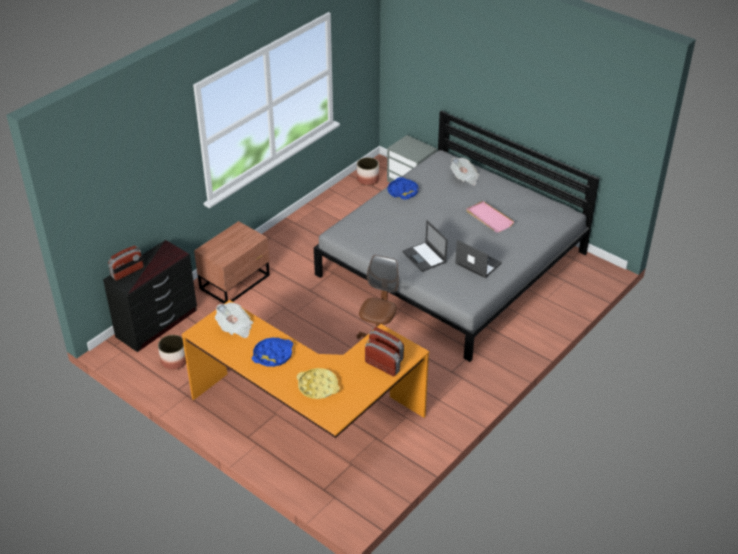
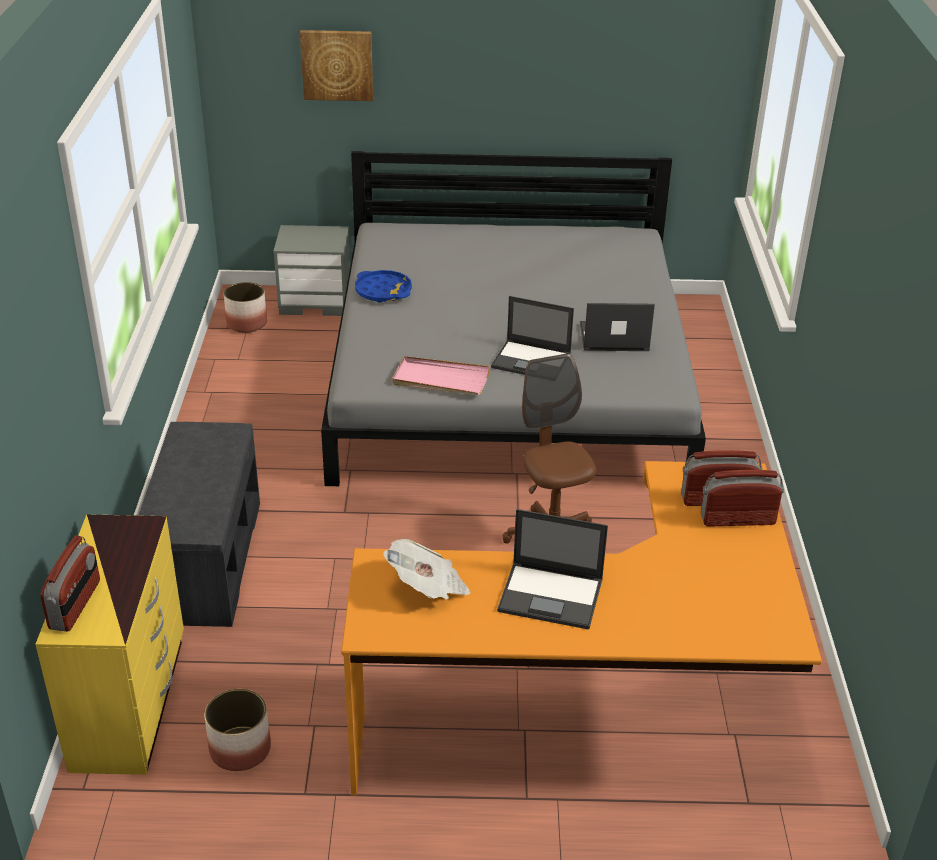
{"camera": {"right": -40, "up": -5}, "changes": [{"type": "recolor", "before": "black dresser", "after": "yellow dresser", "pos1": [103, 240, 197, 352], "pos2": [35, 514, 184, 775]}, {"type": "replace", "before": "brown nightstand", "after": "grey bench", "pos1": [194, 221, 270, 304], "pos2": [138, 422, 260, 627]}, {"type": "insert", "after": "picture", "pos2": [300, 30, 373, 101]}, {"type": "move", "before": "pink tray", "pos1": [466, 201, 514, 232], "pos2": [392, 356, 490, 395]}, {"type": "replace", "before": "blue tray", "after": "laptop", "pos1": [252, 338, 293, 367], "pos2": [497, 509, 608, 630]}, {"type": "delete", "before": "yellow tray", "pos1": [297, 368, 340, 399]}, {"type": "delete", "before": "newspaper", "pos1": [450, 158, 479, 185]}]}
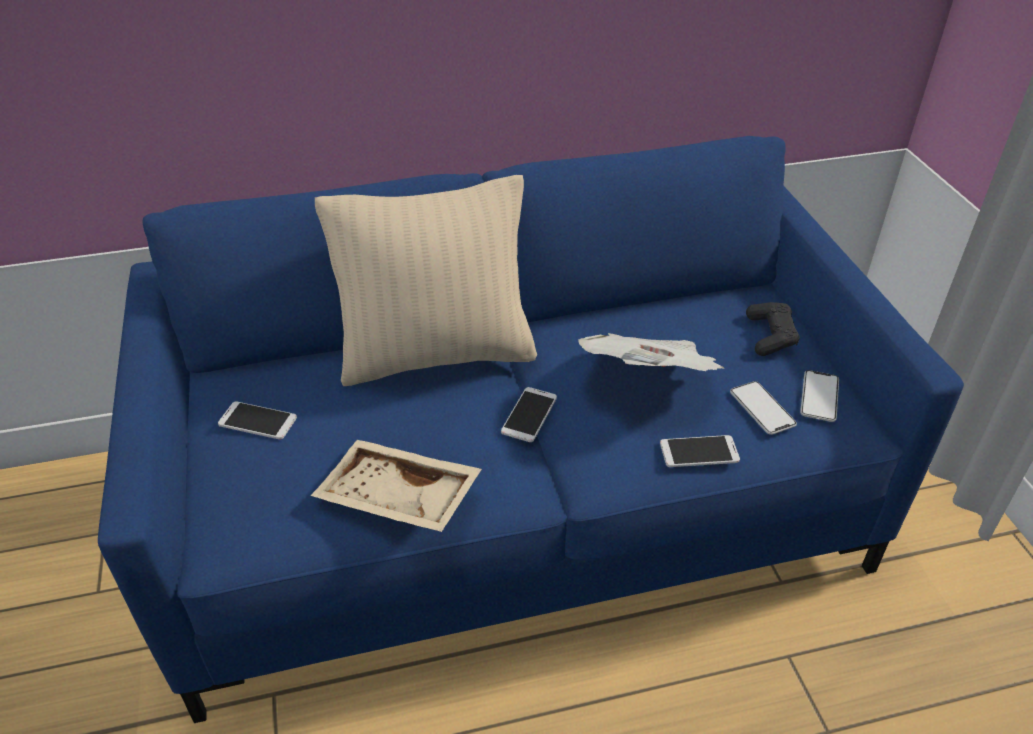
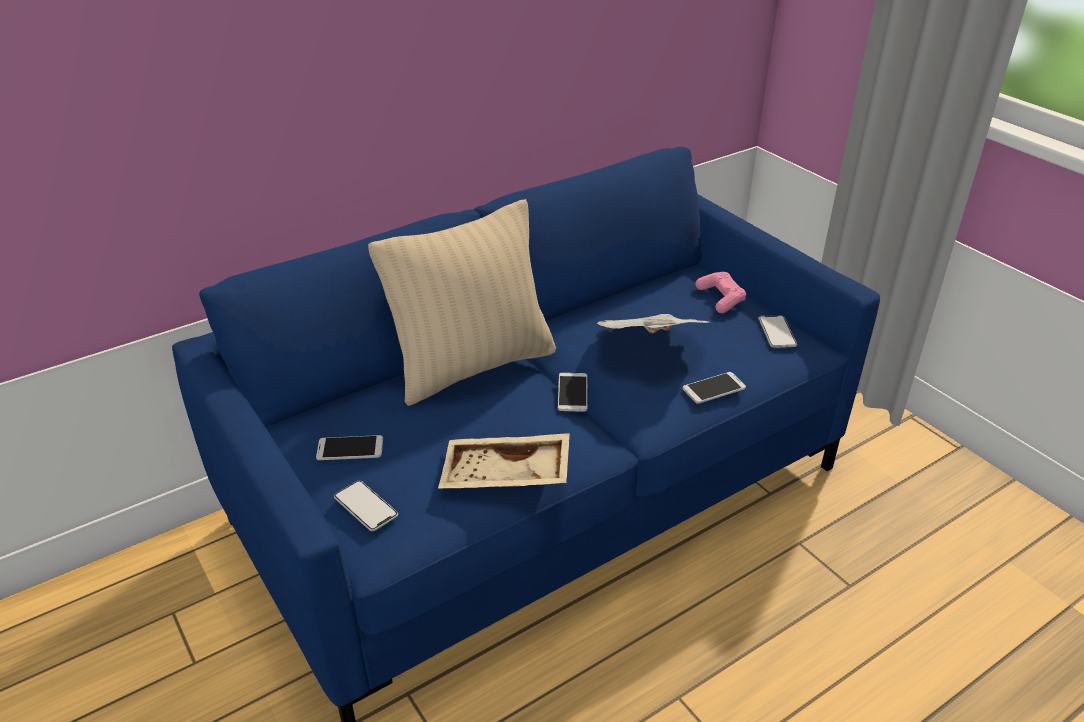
{"camera": {"right": -20, "up": -5}, "changes": [{"type": "move", "before": "phone", "pos1": [730, 381, 797, 435], "pos2": [334, 481, 398, 531]}, {"type": "recolor", "before": "black game controller", "after": "pink game controller", "pos1": [746, 302, 800, 356], "pos2": [695, 272, 746, 313]}]}
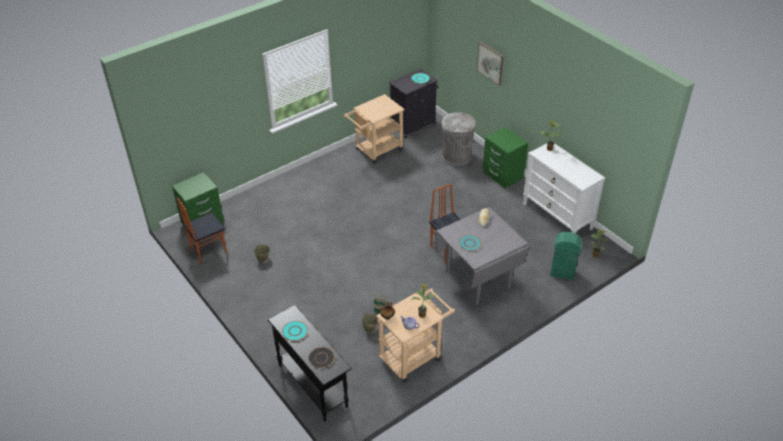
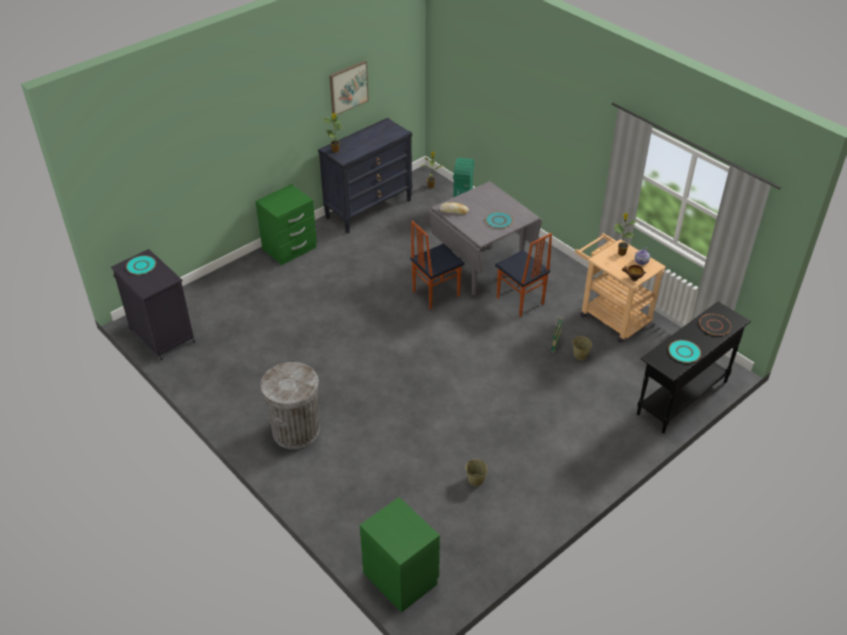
{"camera": {"right": -95, "up": 0}, "changes": [{"type": "move", "before": "grey trash can", "pos1": [441, 112, 476, 166], "pos2": [261, 362, 320, 449]}, {"type": "recolor", "before": "white dresser", "after": "black dresser", "pos1": [523, 143, 605, 233], "pos2": [318, 118, 413, 234]}, {"type": "move", "before": "picture", "pos1": [477, 42, 504, 86], "pos2": [329, 61, 369, 115]}, {"type": "move", "before": "chair", "pos1": [177, 198, 227, 264], "pos2": [495, 233, 552, 317]}, {"type": "delete", "before": "beige cart", "pos1": [344, 94, 405, 163]}]}
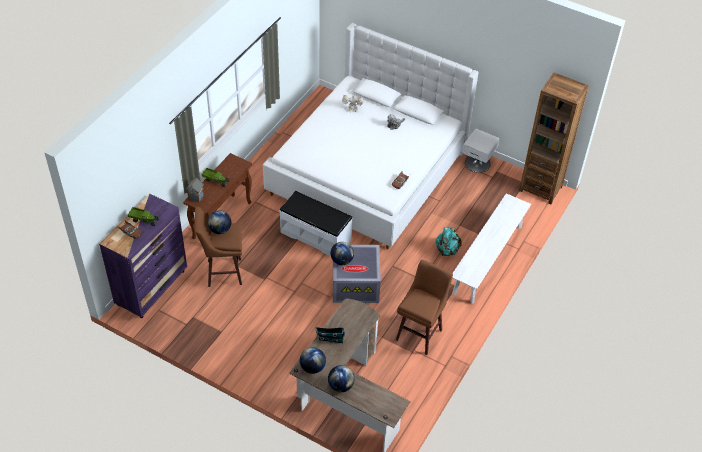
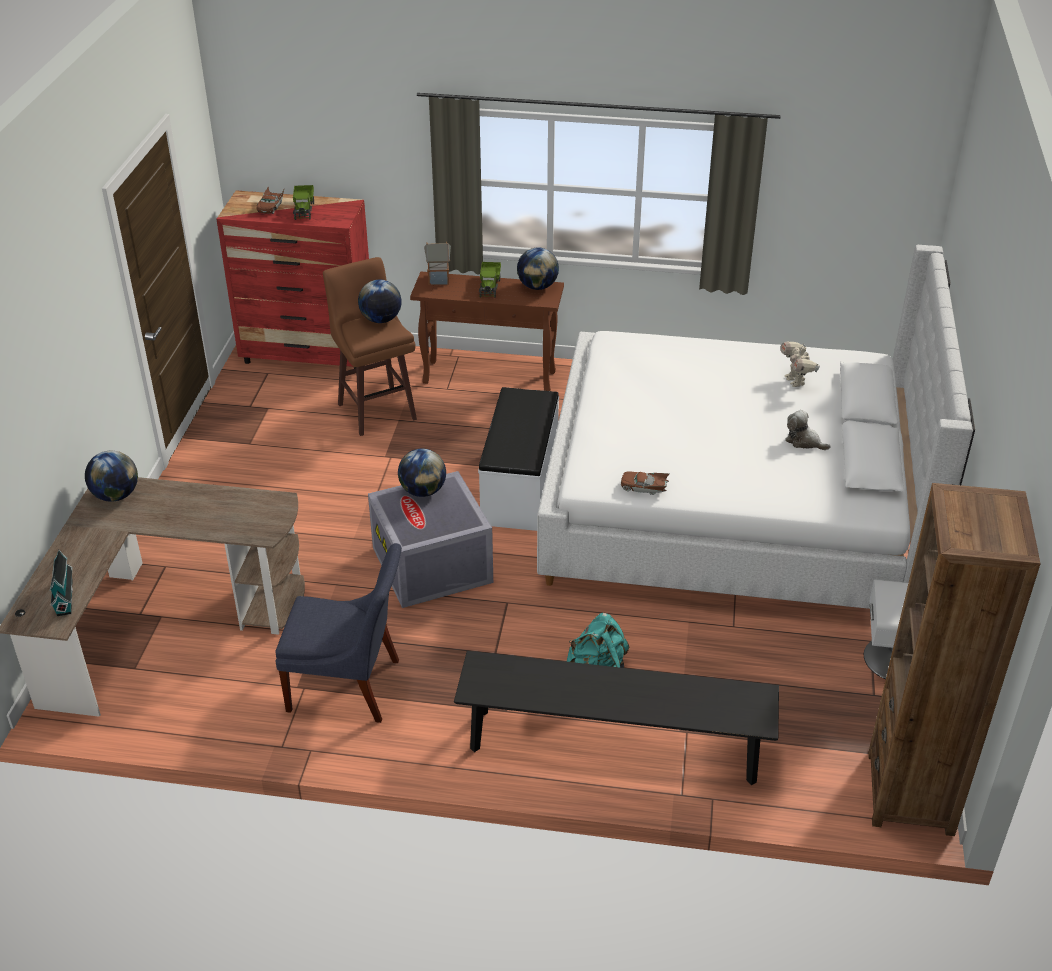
{"camera": {"right": 70, "up": -10}, "changes": [{"type": "move", "before": "toy house", "pos1": [316, 327, 345, 343], "pos2": [50, 550, 73, 616]}, {"type": "recolor", "before": "purple dresser", "after": "red dresser", "pos1": [99, 193, 187, 318], "pos2": [216, 191, 369, 369]}, {"type": "replace", "before": "brown stool", "after": "blue chair", "pos1": [396, 260, 453, 355], "pos2": [275, 543, 402, 723]}, {"type": "recolor", "before": "white bench", "after": "black bench", "pos1": [452, 193, 531, 304], "pos2": [454, 651, 779, 785]}, {"type": "move", "before": "globe", "pos1": [328, 365, 355, 392], "pos2": [517, 248, 559, 290]}]}
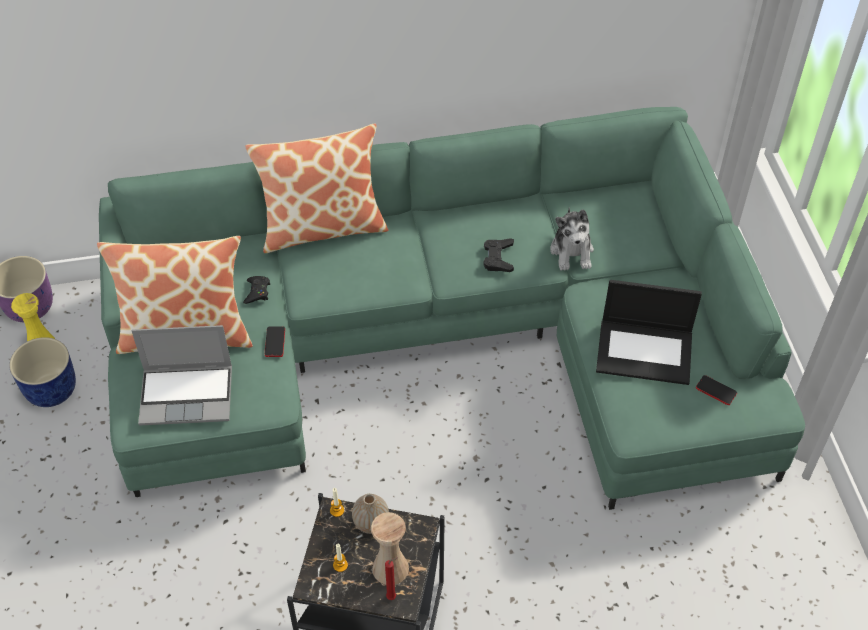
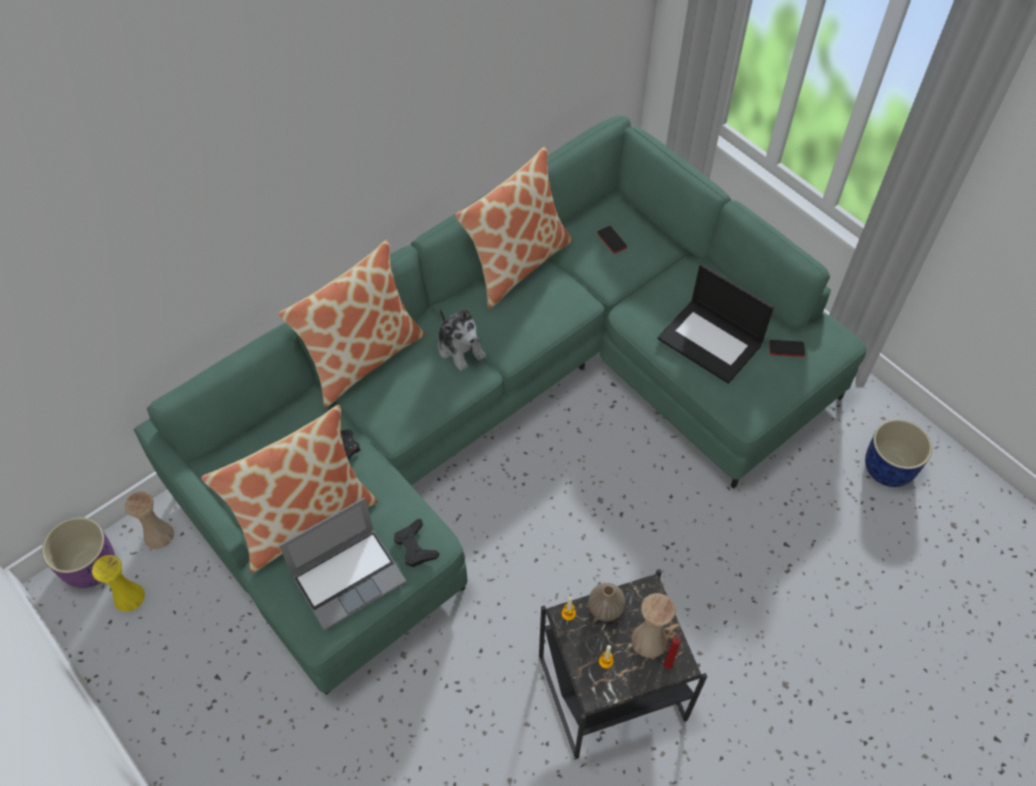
{"camera": {"right": -30, "up": 5}, "changes": [{"type": "insert", "after": "beige vase", "pos2": [125, 492, 174, 549]}, {"type": "move", "before": "black game controller", "pos1": [483, 238, 514, 272], "pos2": [394, 519, 439, 567]}, {"type": "move", "before": "plush toy", "pos1": [550, 207, 594, 271], "pos2": [438, 308, 486, 371]}, {"type": "insert", "after": "pillow", "pos2": [455, 146, 572, 309]}, {"type": "move", "before": "phone", "pos1": [265, 326, 285, 357], "pos2": [597, 226, 627, 253]}, {"type": "rotate", "before": "laptop", "pos1": [596, 280, 702, 385], "pos2": [658, 263, 774, 384], "turn": 60}, {"type": "move", "before": "blue planter", "pos1": [9, 337, 76, 407], "pos2": [865, 419, 932, 487]}]}
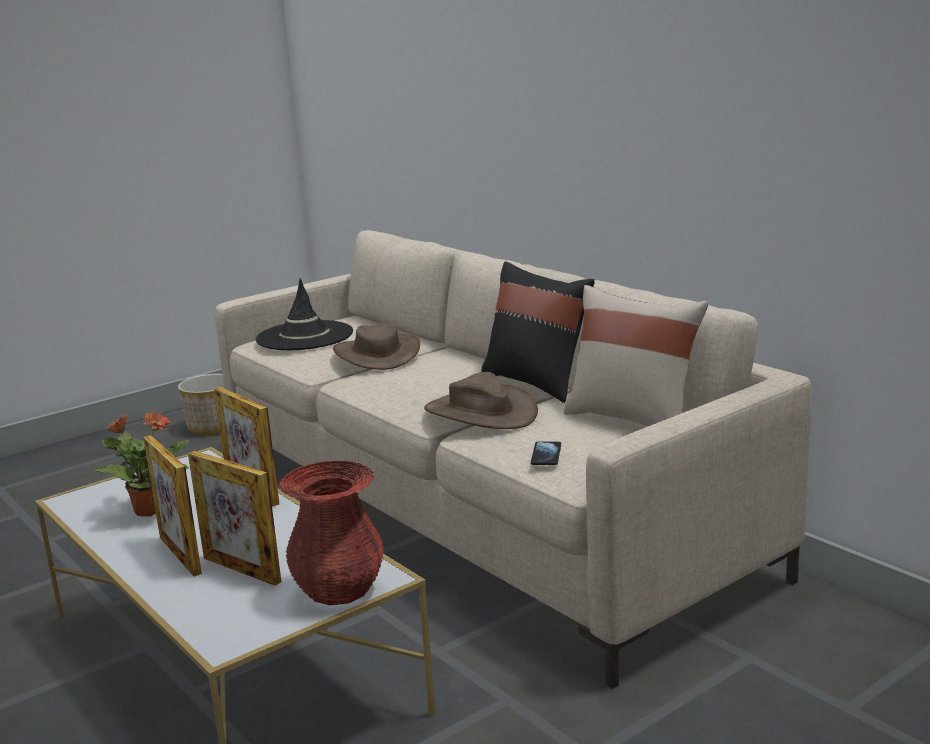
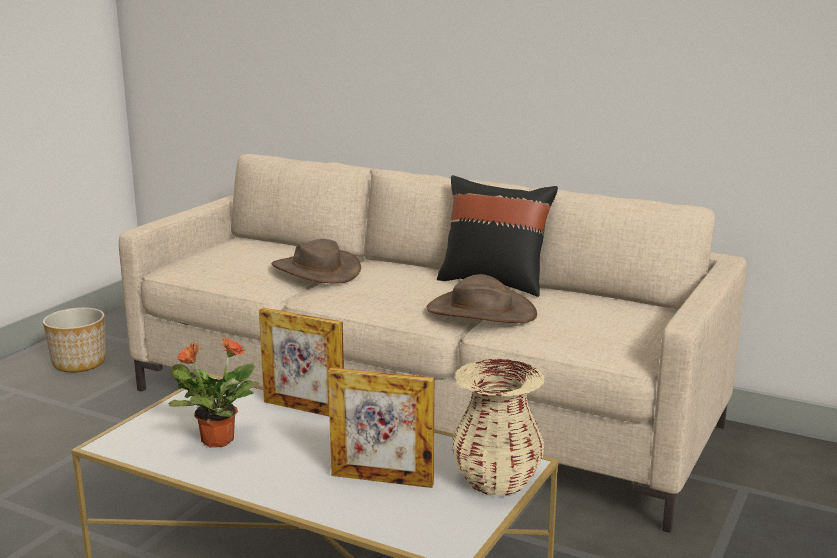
{"camera": {"right": -25, "up": 0}, "changes": [{"type": "recolor", "before": "red vase", "after": "beige vase", "pos1": [279, 461, 384, 605], "pos2": [452, 359, 545, 496]}, {"type": "delete", "before": "picture frame", "pos1": [143, 435, 202, 576]}, {"type": "delete", "before": "black hat", "pos1": [256, 278, 353, 350]}, {"type": "delete", "before": "phone", "pos1": [531, 441, 561, 465]}, {"type": "delete", "before": "beige pillow", "pos1": [563, 285, 708, 427]}]}
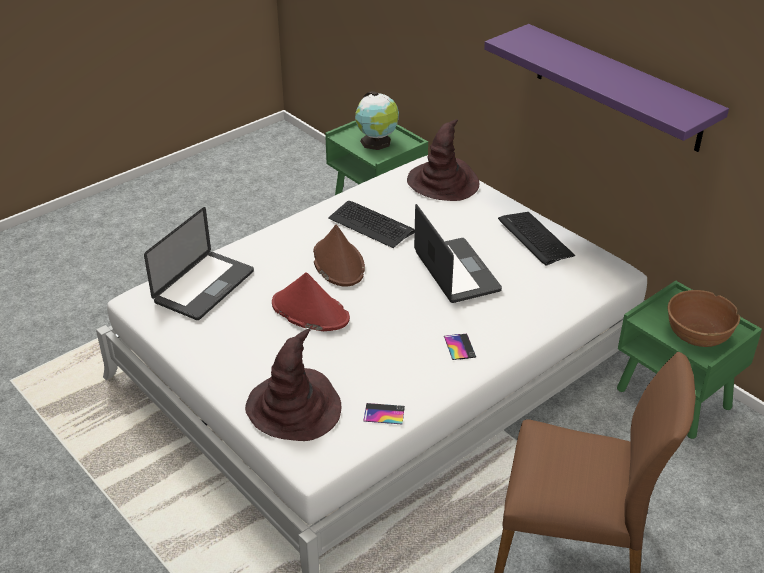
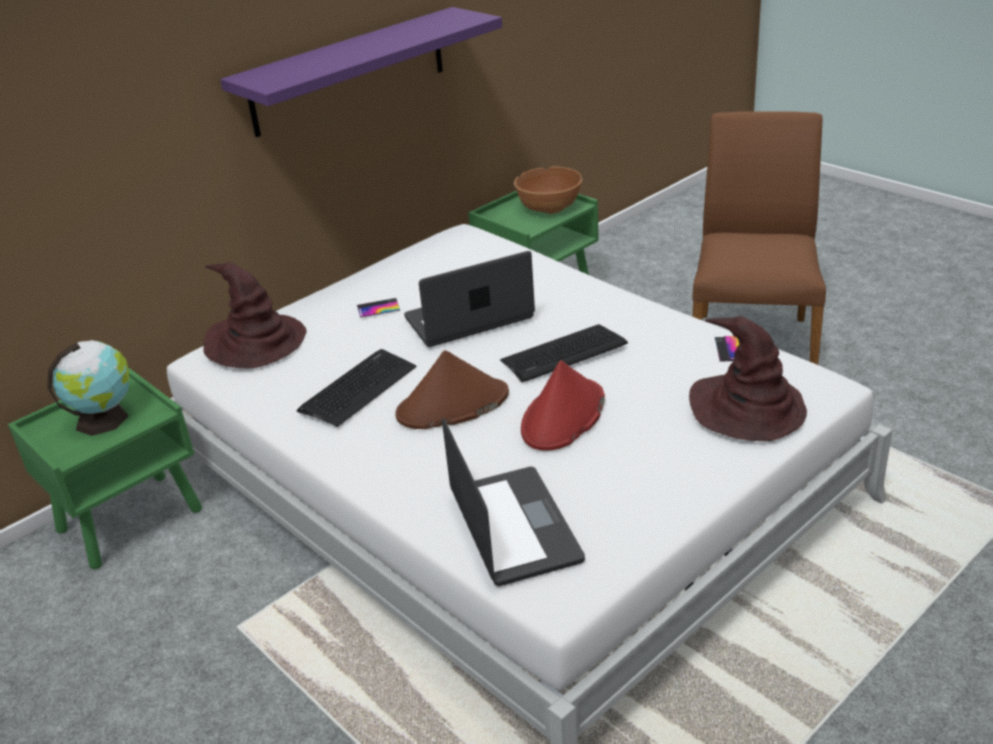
{"camera": {"right": -90, "up": -5}, "changes": [{"type": "move", "before": "phone", "pos1": [444, 333, 476, 360], "pos2": [357, 298, 400, 318]}, {"type": "rotate", "before": "laptop", "pos1": [144, 207, 254, 320], "pos2": [442, 417, 585, 586], "turn": 45}, {"type": "move", "before": "keyboard", "pos1": [498, 212, 575, 266], "pos2": [500, 324, 628, 382]}]}
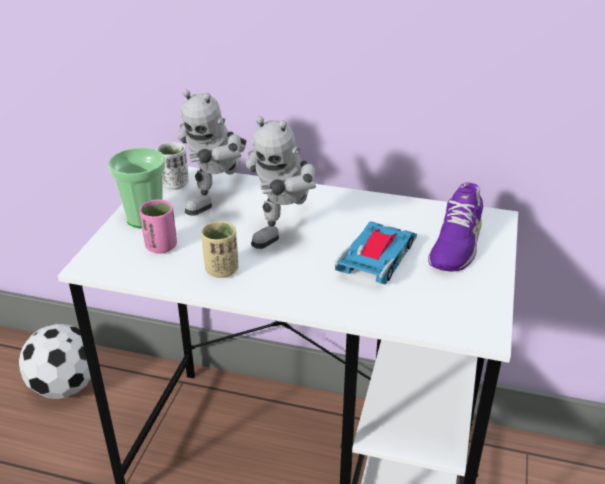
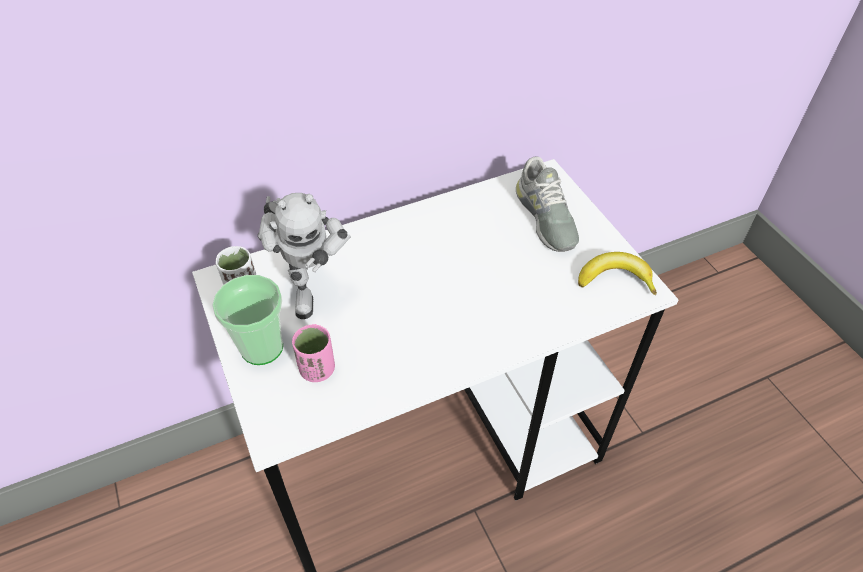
{"camera": {"right": -40, "up": 15}, "changes": [{"type": "recolor", "before": "purple shoe", "after": "grey shoe", "pos1": [428, 182, 483, 272], "pos2": [516, 156, 579, 252]}, {"type": "insert", "after": "banana", "pos2": [578, 252, 657, 295]}, {"type": "delete", "before": "football", "pos1": [19, 324, 91, 399]}, {"type": "delete", "before": "beige cup", "pos1": [201, 221, 239, 278]}, {"type": "delete", "before": "toy robot", "pos1": [246, 116, 316, 249]}, {"type": "delete", "before": "toy car", "pos1": [335, 222, 417, 284]}]}
